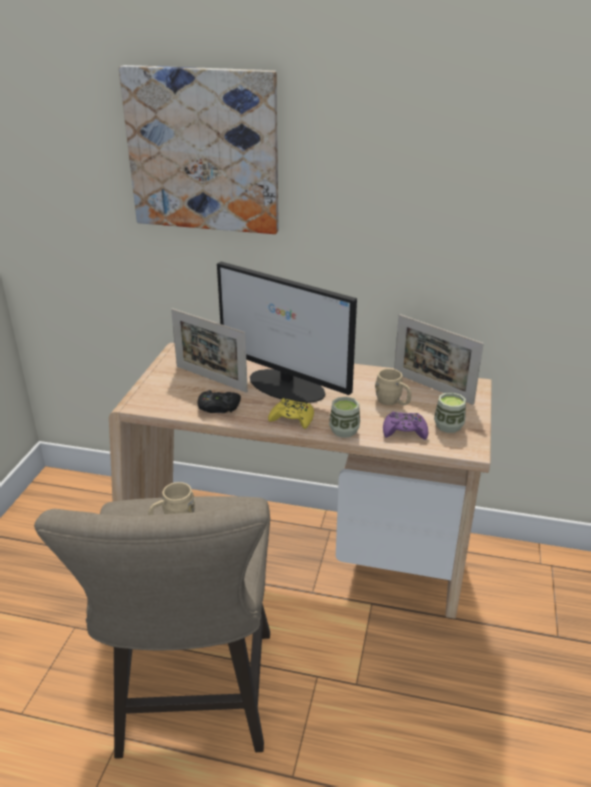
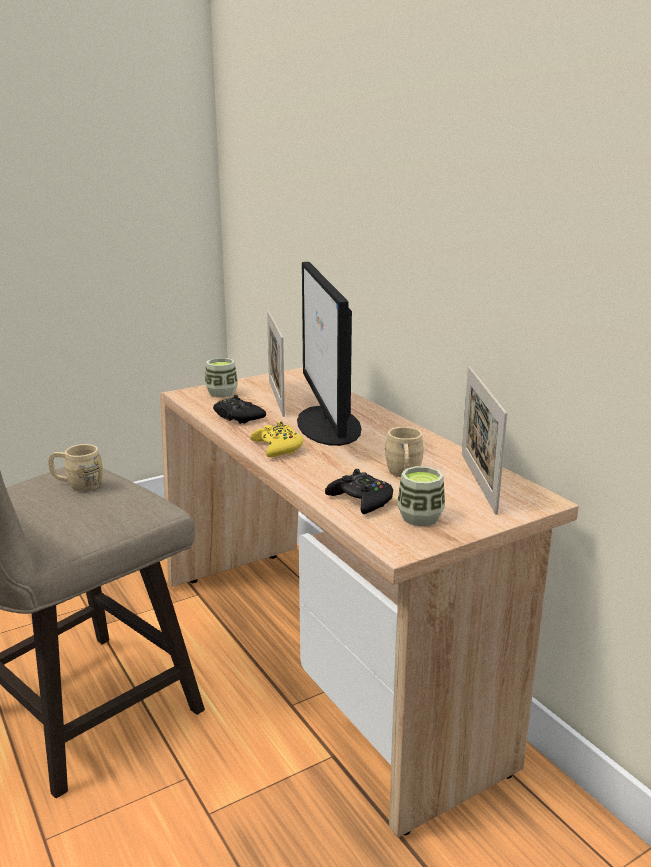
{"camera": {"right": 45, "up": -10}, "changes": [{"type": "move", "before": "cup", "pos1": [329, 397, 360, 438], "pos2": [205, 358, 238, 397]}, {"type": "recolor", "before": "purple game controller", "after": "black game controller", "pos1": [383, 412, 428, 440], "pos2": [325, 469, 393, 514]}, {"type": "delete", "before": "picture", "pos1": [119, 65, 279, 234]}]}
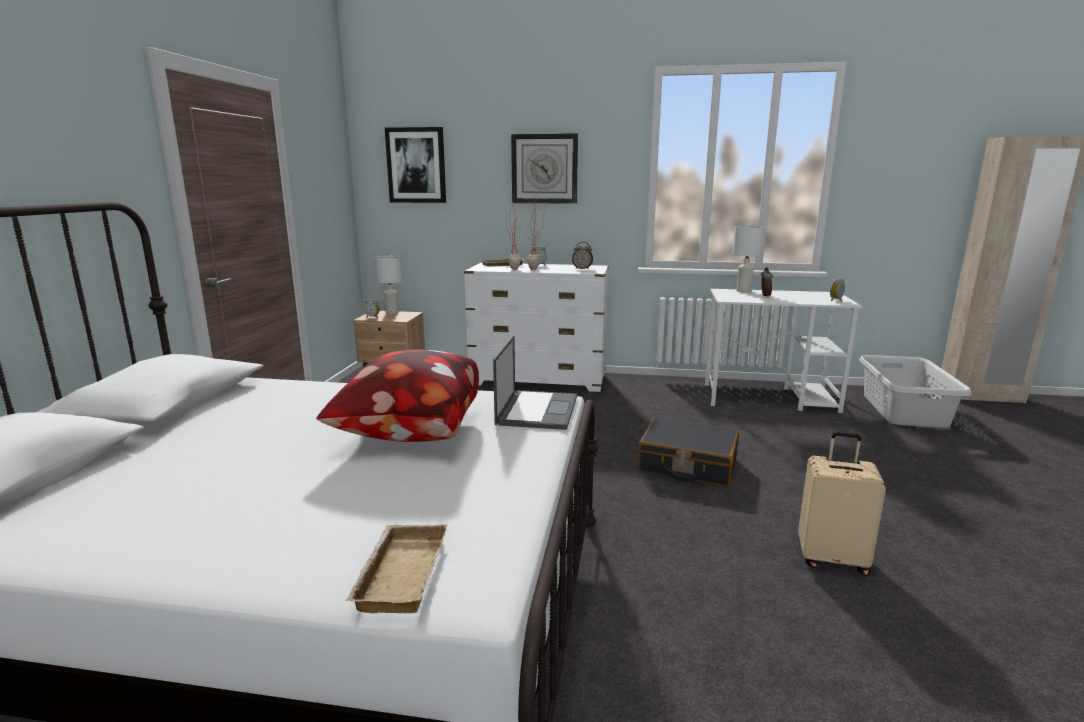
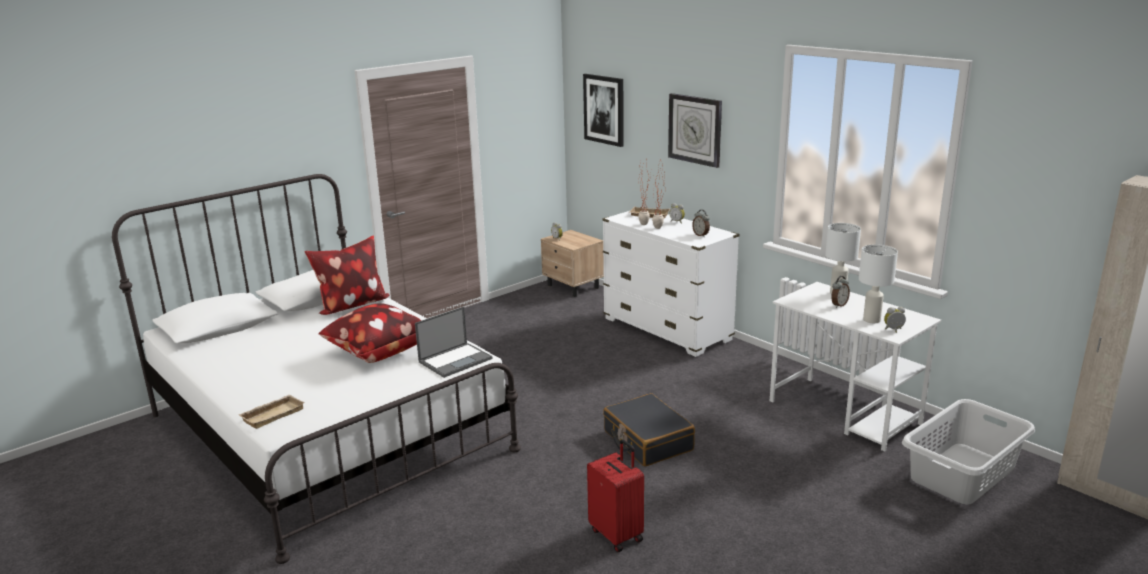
{"camera": {"right": 40, "up": 5}, "changes": [{"type": "insert", "after": "pillow", "pos2": [304, 235, 389, 315]}, {"type": "recolor", "before": "beige suitcase", "after": "red suitcase", "pos1": [798, 432, 886, 576], "pos2": [587, 439, 644, 552]}, {"type": "move", "before": "white table lamp", "pos1": [375, 256, 403, 314], "pos2": [859, 244, 898, 323]}]}
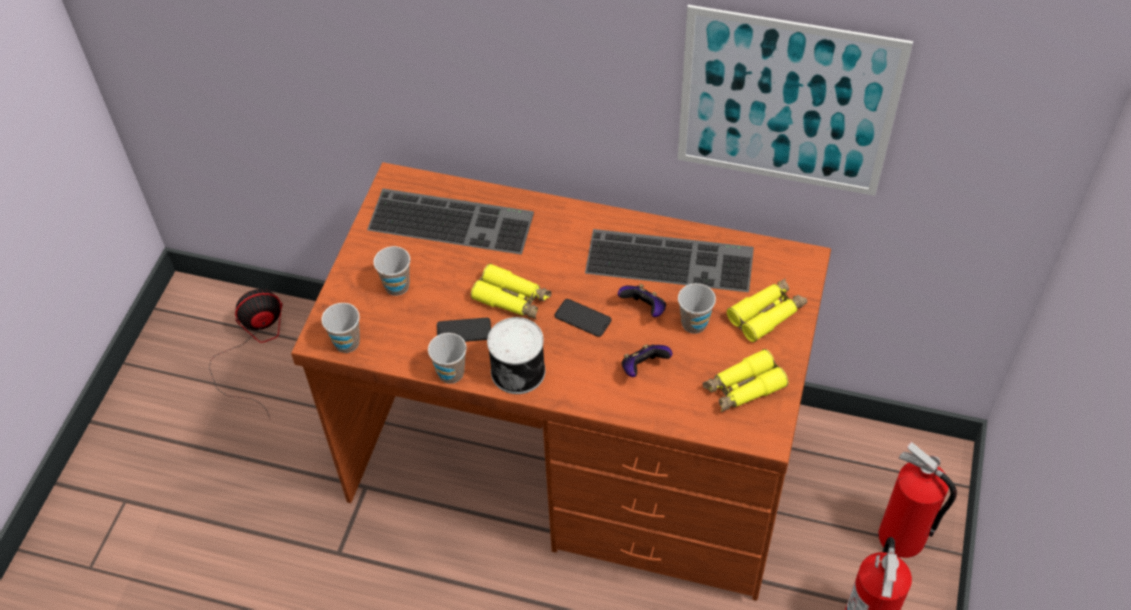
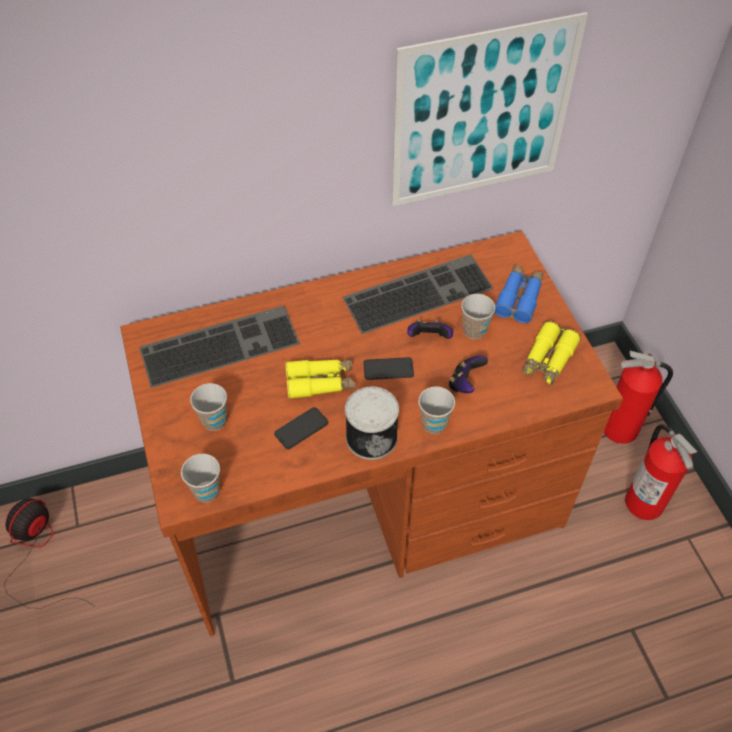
{"camera": {"right": -35, "up": 0}, "changes": [{"type": "move", "before": "cup", "pos1": [428, 333, 467, 384], "pos2": [418, 386, 455, 434]}, {"type": "recolor", "before": "yellow binoculars", "after": "blue binoculars", "pos1": [727, 278, 807, 342], "pos2": [495, 265, 543, 323]}]}
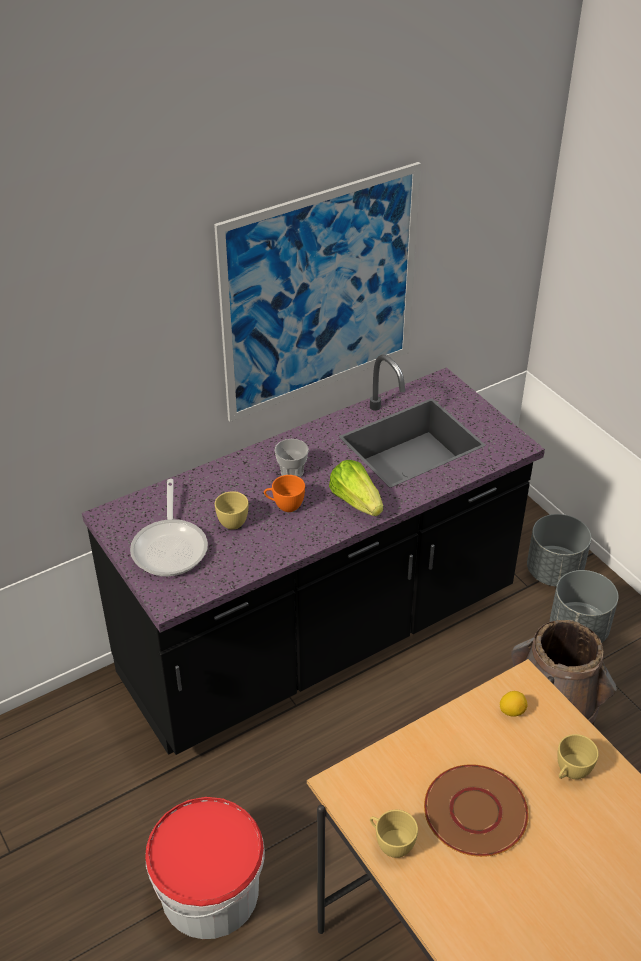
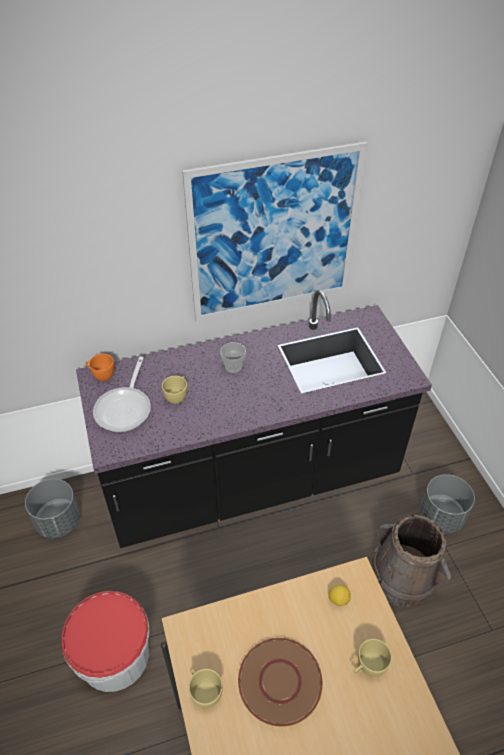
{"camera": {"right": 15, "up": 5}, "changes": [{"type": "move", "before": "grey planter", "pos1": [527, 514, 591, 587], "pos2": [25, 479, 80, 538]}, {"type": "move", "before": "orange cup", "pos1": [264, 475, 305, 512], "pos2": [86, 354, 114, 381]}, {"type": "delete", "before": "lettuce", "pos1": [329, 460, 383, 516]}]}
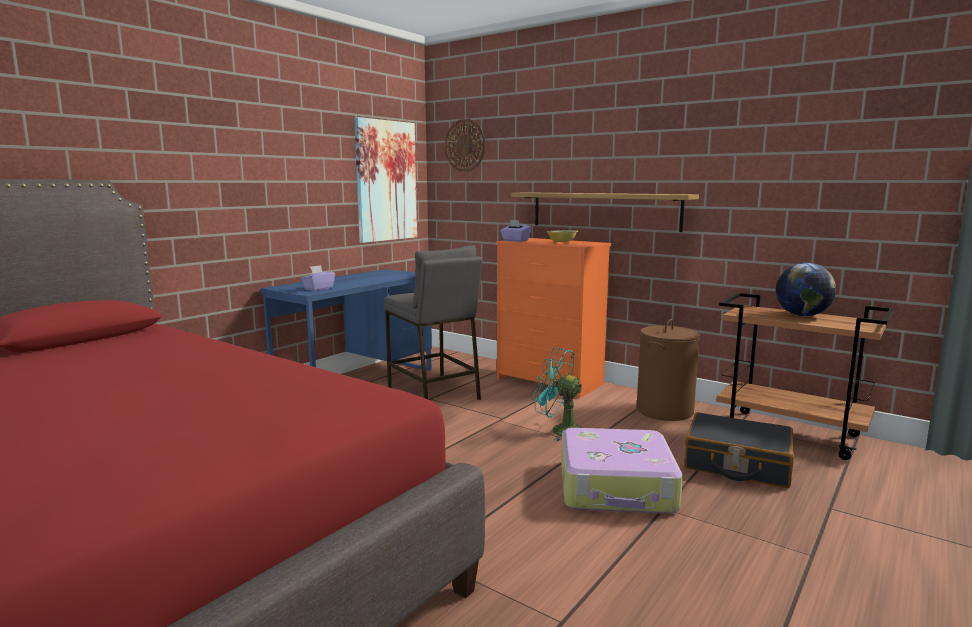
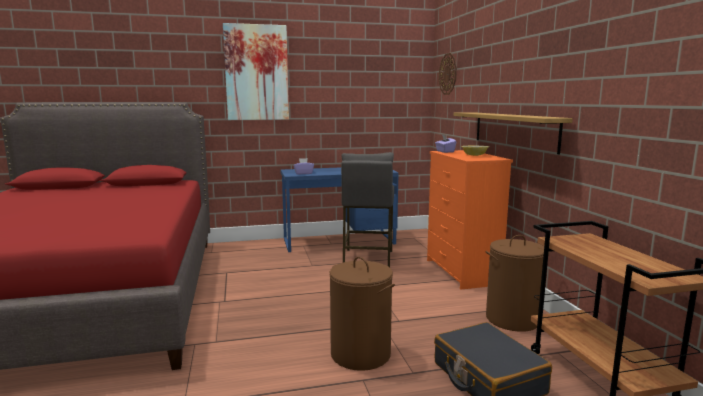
{"camera": {"right": 40, "up": 0}, "changes": [{"type": "move", "before": "picture", "pos1": [354, 117, 417, 243], "pos2": [223, 23, 289, 120]}, {"type": "replace", "before": "suitcase", "after": "brown laundry basket", "pos1": [561, 428, 683, 514], "pos2": [329, 257, 395, 371]}, {"type": "delete", "before": "turquoise fan", "pos1": [533, 348, 582, 441]}, {"type": "delete", "before": "globe", "pos1": [776, 263, 836, 316]}]}
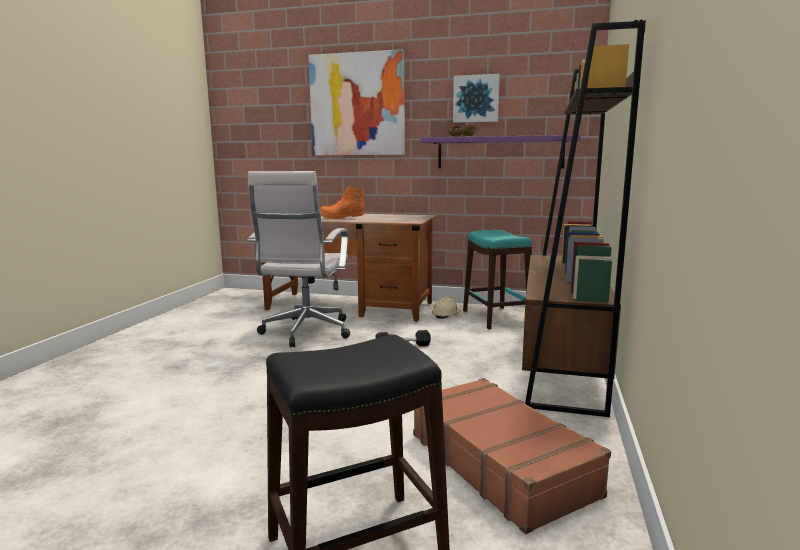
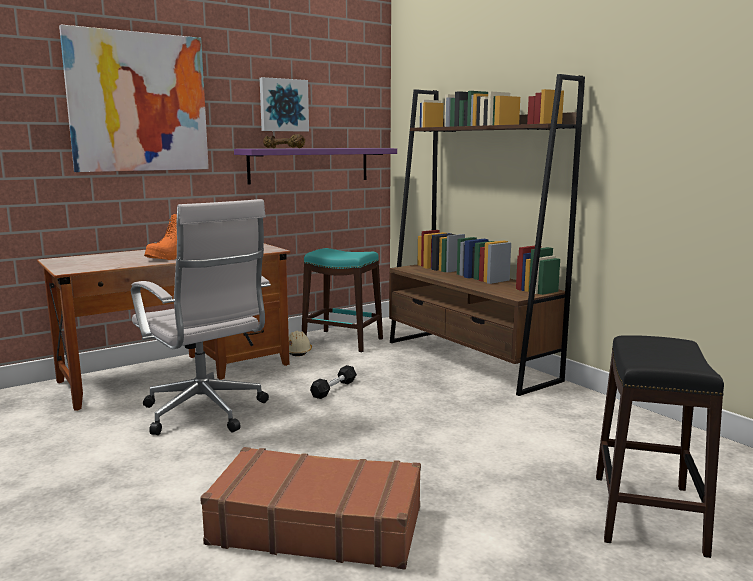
{"camera": {"right": -50, "up": 0}, "changes": [{"type": "move", "before": "brown suitcase", "pos1": [413, 378, 611, 534], "pos2": [200, 447, 421, 570]}]}
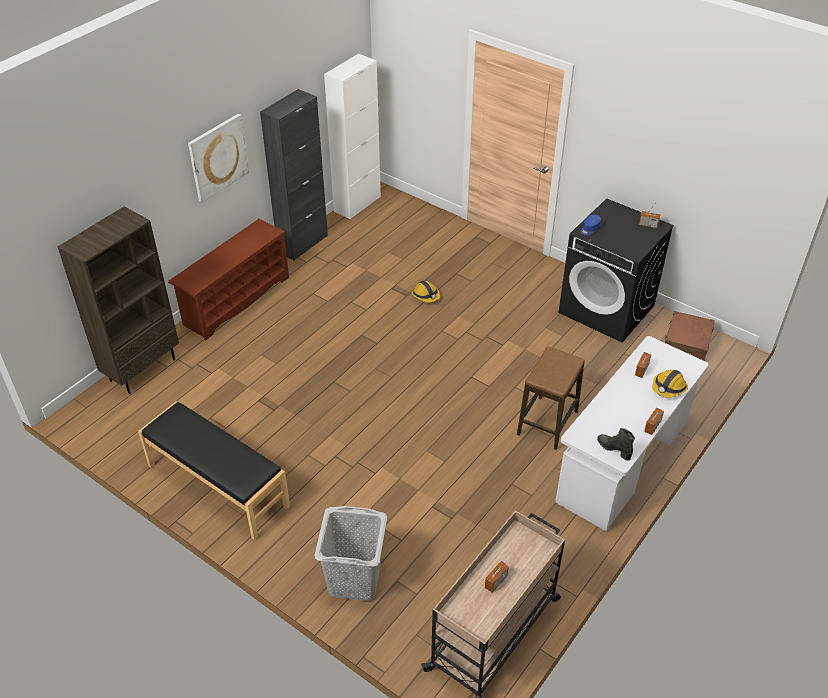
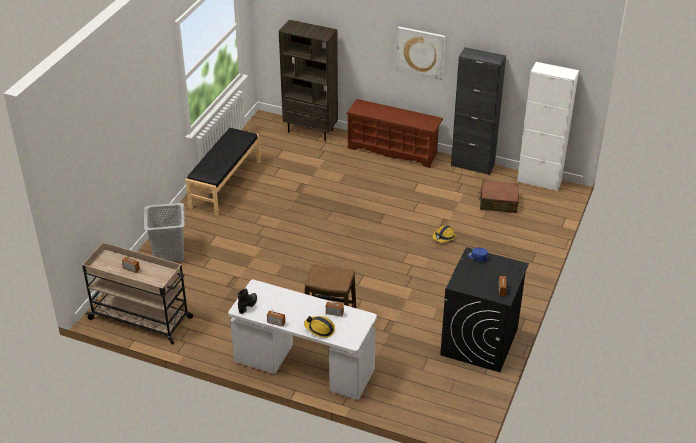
{"camera": {"right": 75, "up": -5}, "changes": [{"type": "move", "before": "brown suitcase", "pos1": [665, 311, 715, 361], "pos2": [478, 180, 519, 213]}]}
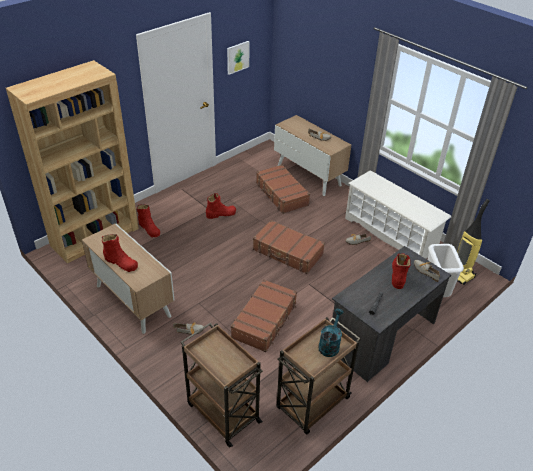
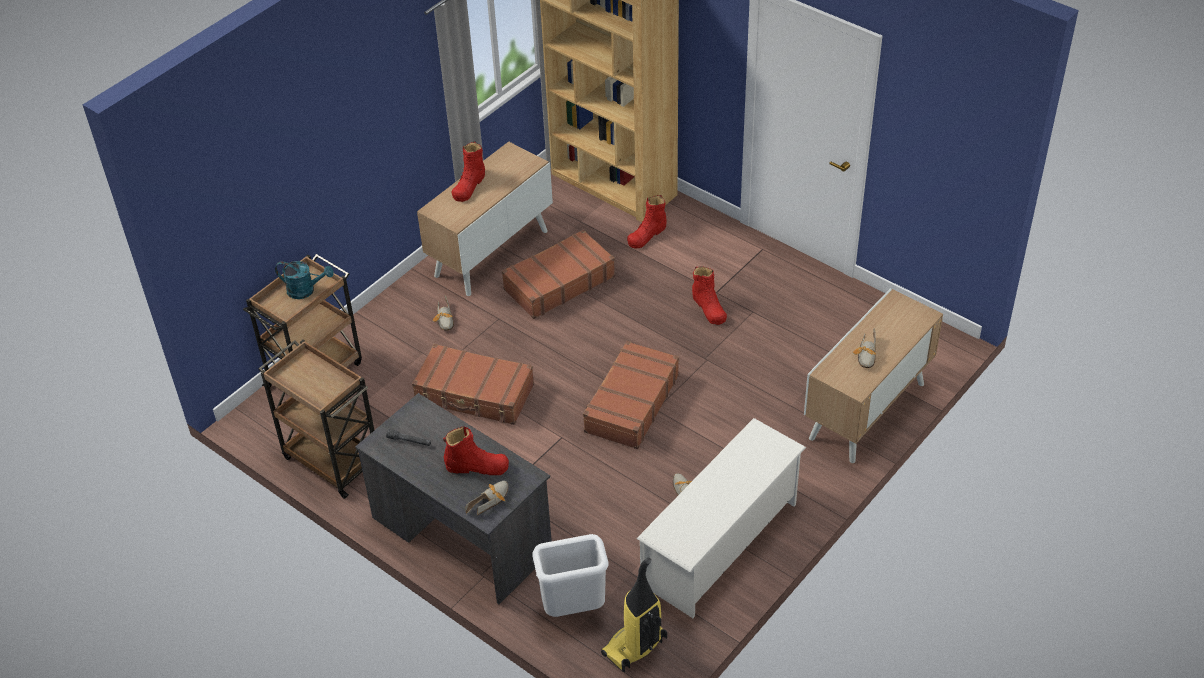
{"camera": {"right": 85, "up": 5}, "changes": [{"type": "move", "before": "turquoise watering can", "pos1": [318, 309, 344, 357], "pos2": [275, 261, 334, 299]}, {"type": "move", "before": "brown suitcase", "pos1": [256, 165, 310, 214], "pos2": [502, 229, 615, 319]}, {"type": "delete", "before": "picture", "pos1": [227, 41, 250, 75]}]}
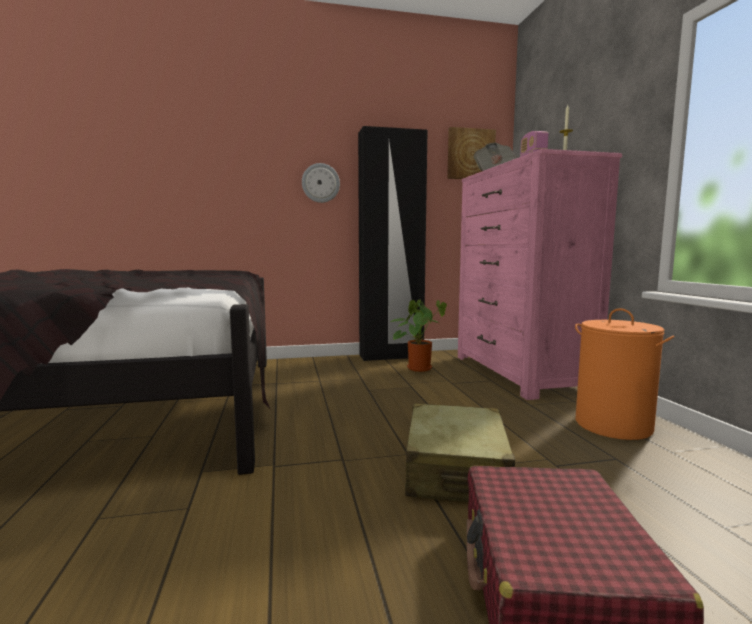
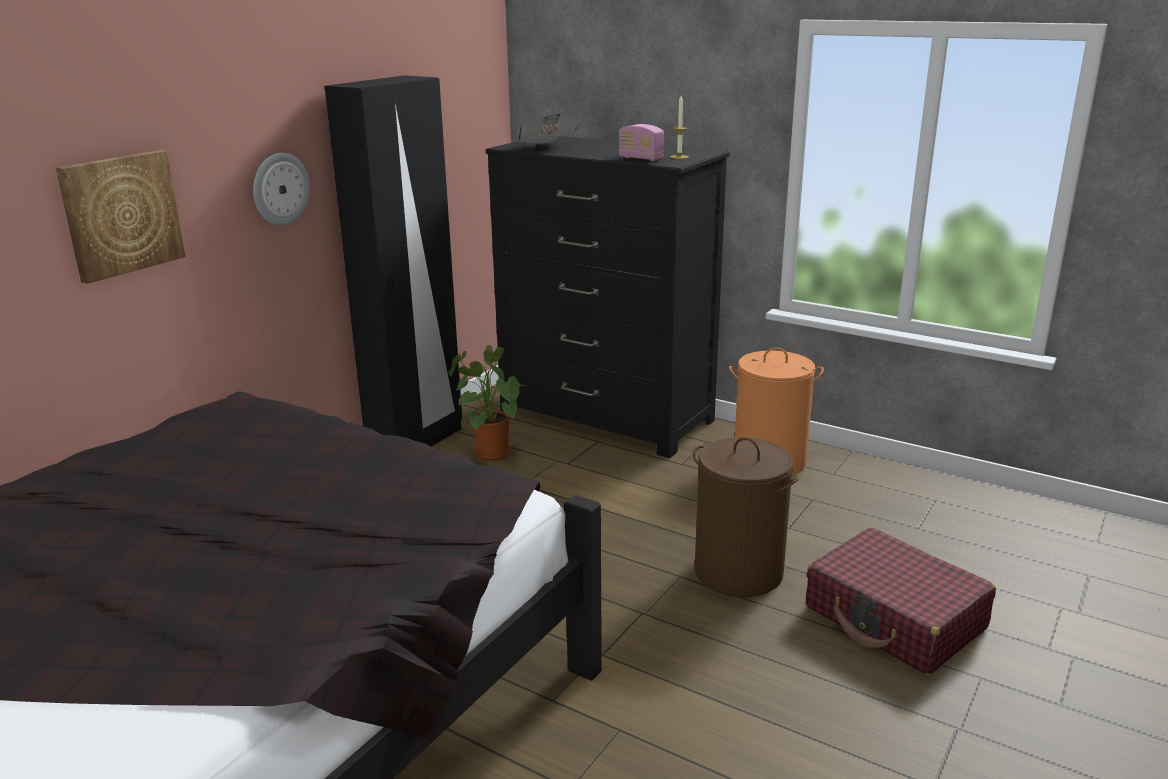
{"camera": {"right": -45, "up": 15}, "changes": [{"type": "move", "before": "picture", "pos1": [447, 127, 496, 179], "pos2": [56, 150, 186, 284]}, {"type": "recolor", "before": "pink dresser", "after": "black dresser", "pos1": [458, 149, 622, 400], "pos2": [485, 136, 730, 458]}, {"type": "replace", "before": "beige suitcase", "after": "brown laundry basket", "pos1": [405, 404, 515, 502], "pos2": [693, 437, 799, 597]}]}
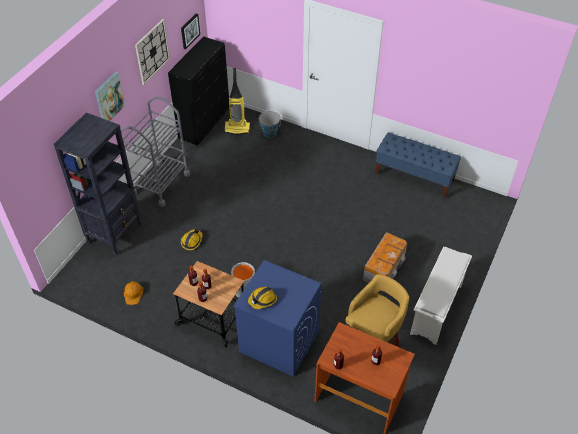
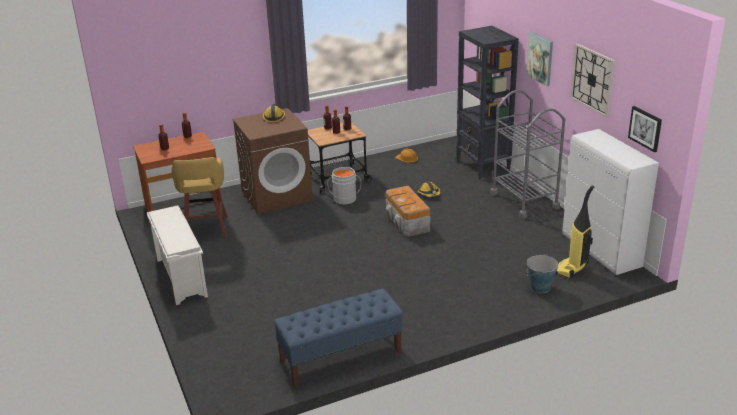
{"camera": {"right": 130, "up": -20}, "changes": [{"type": "recolor", "before": "blue washing machine", "after": "brown washing machine", "pos1": [233, 260, 322, 377], "pos2": [233, 108, 313, 214]}, {"type": "move", "before": "storage box", "pos1": [363, 232, 407, 283], "pos2": [385, 186, 430, 237]}, {"type": "recolor", "before": "black cabinet", "after": "white cabinet", "pos1": [168, 36, 229, 146], "pos2": [562, 129, 659, 275]}]}
